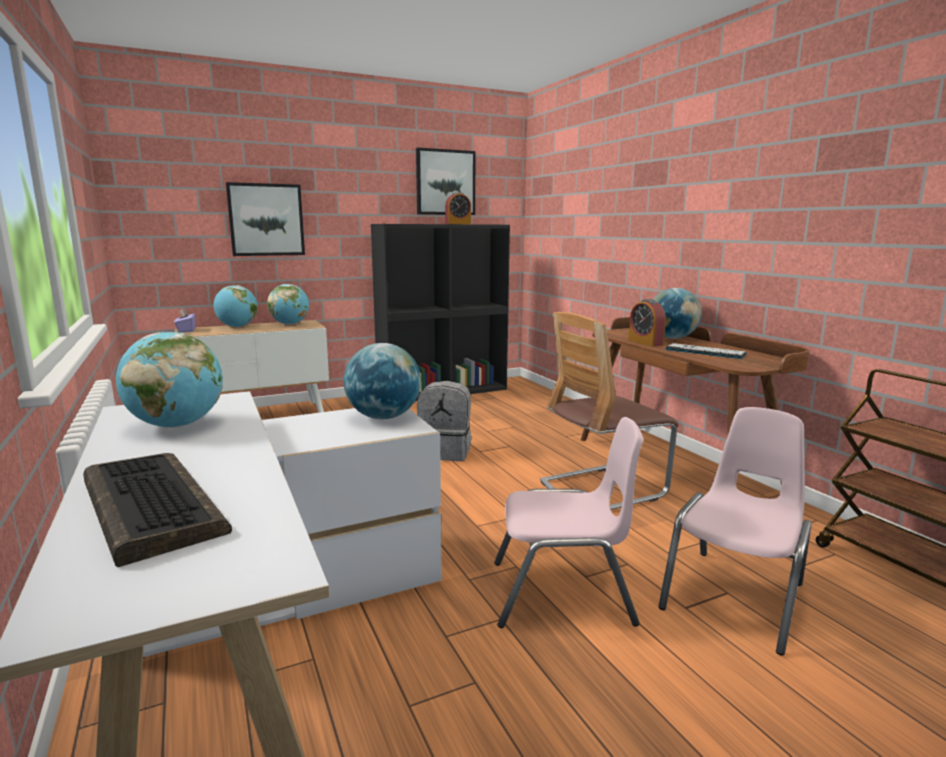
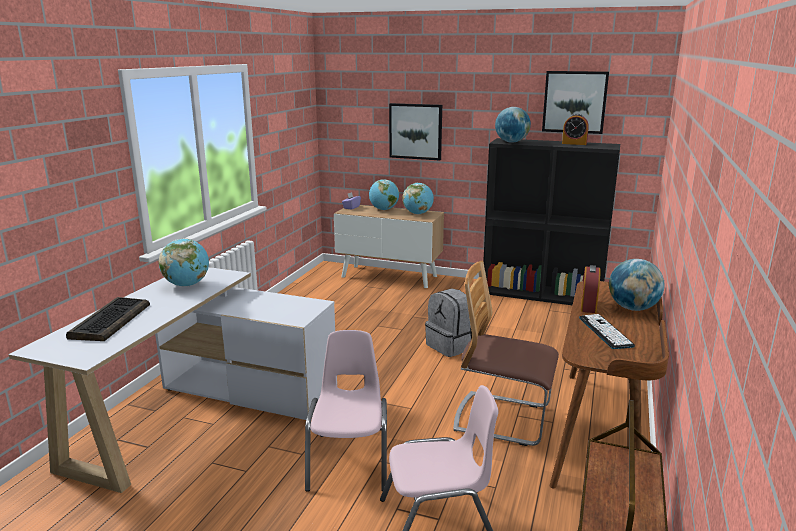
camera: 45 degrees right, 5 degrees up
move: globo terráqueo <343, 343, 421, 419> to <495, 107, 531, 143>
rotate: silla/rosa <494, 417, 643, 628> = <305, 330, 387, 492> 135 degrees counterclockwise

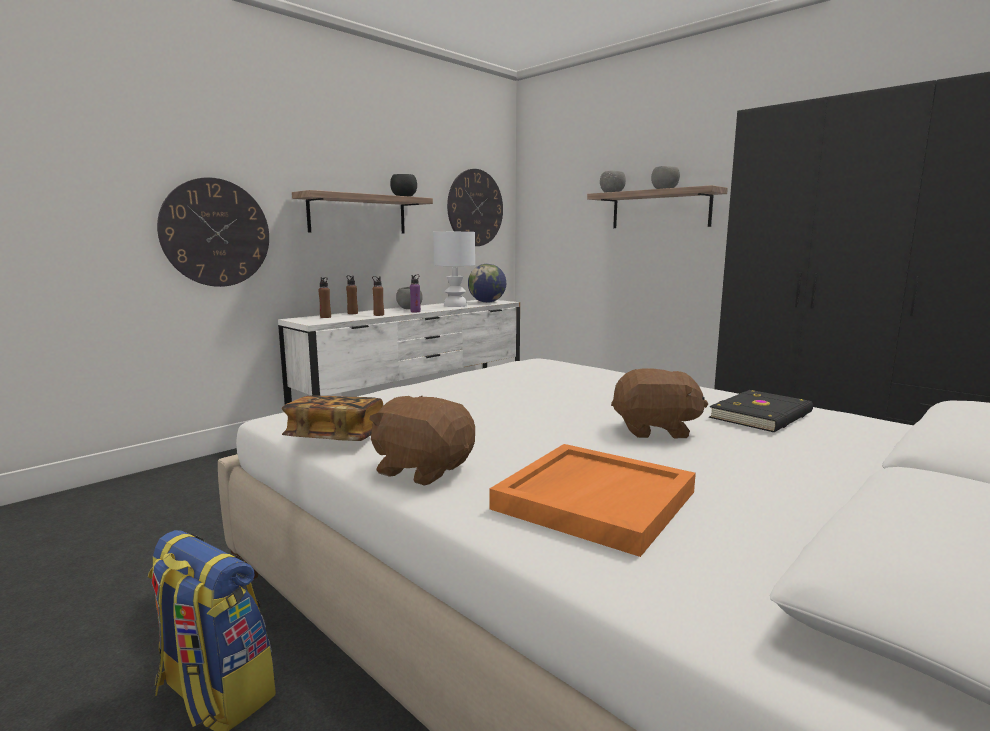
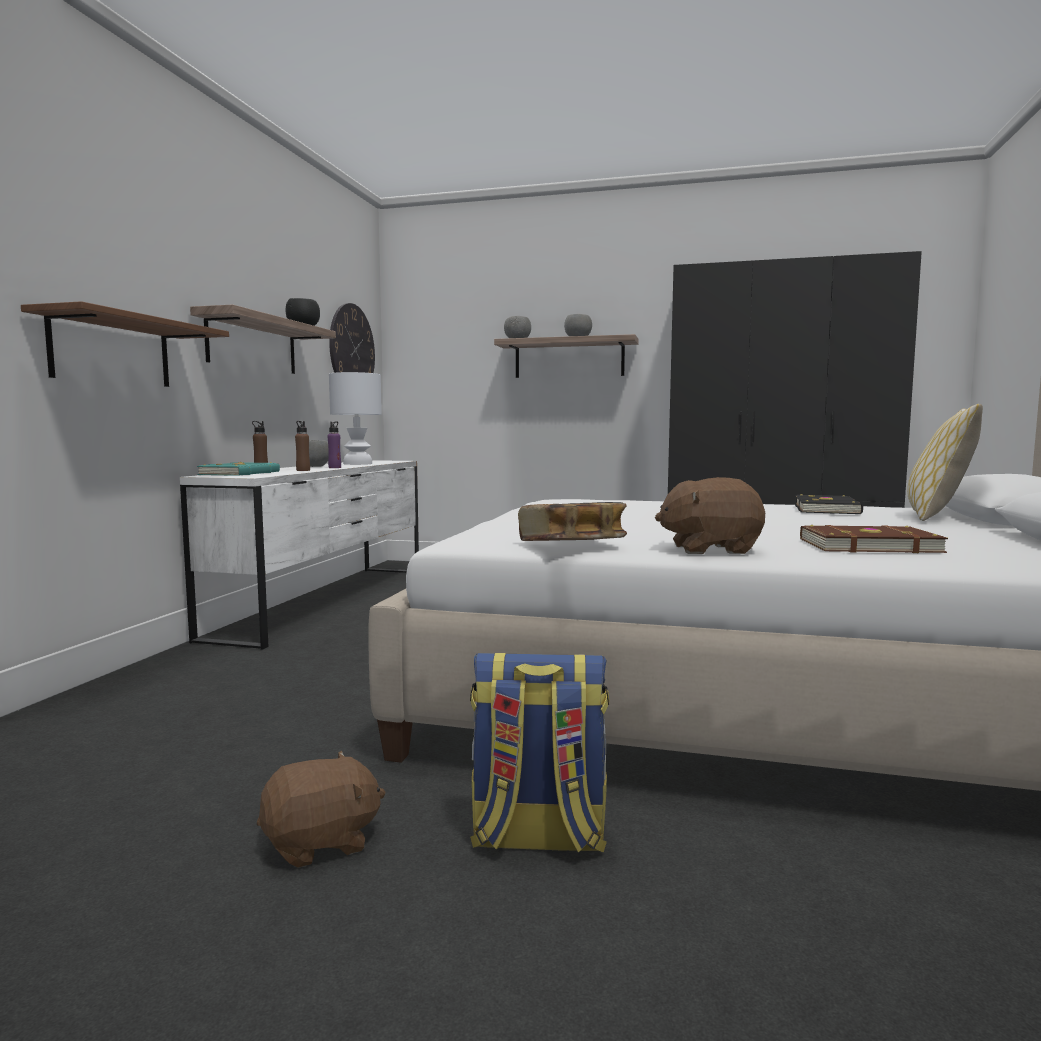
camera: 30 degrees left, 5 degrees down
delete: globo terráqueo <468, 264, 506, 303>
insert: cojín <907, 404, 983, 521>
move: peluche/marrón <611, 368, 708, 438> to <257, 751, 386, 868>
replace: reloj de pared <157, 177, 269, 287> to estante <21, 301, 229, 387>; botella/marrón <318, 277, 331, 318> to libro/turquesa <197, 462, 280, 476>; bandeja/naranja <489, 444, 696, 557> to libro/marrón <800, 525, 948, 553>

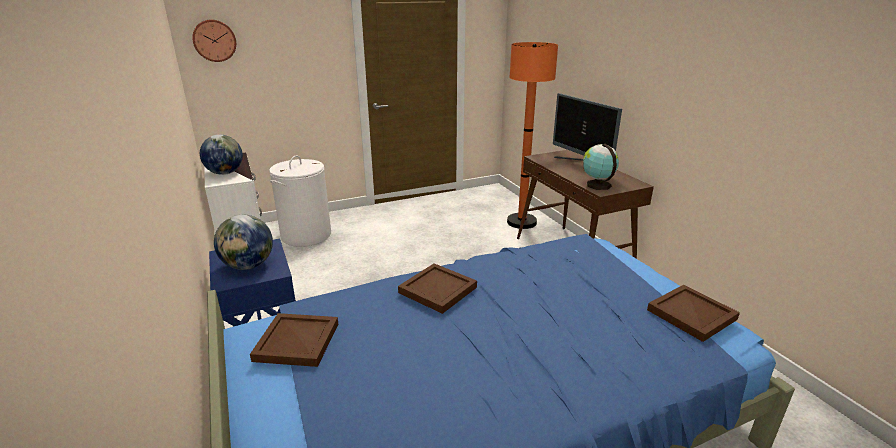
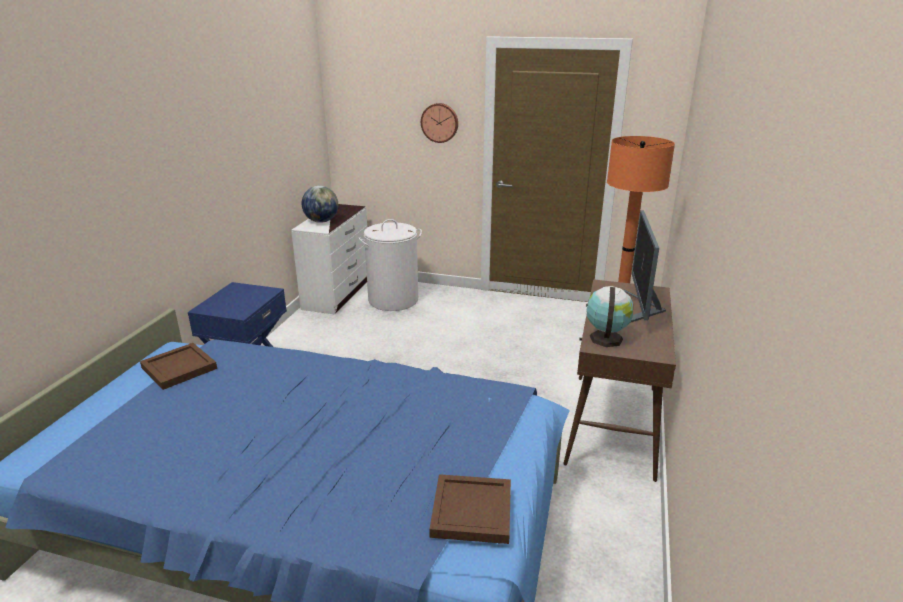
camera: 40 degrees right, 0 degrees up
delete: globo terráqueo <214, 215, 273, 270>; bandeja/marrón <398, 264, 477, 314>
move: reloj de pared <192, 19, 236, 62> to <421, 103, 458, 143>

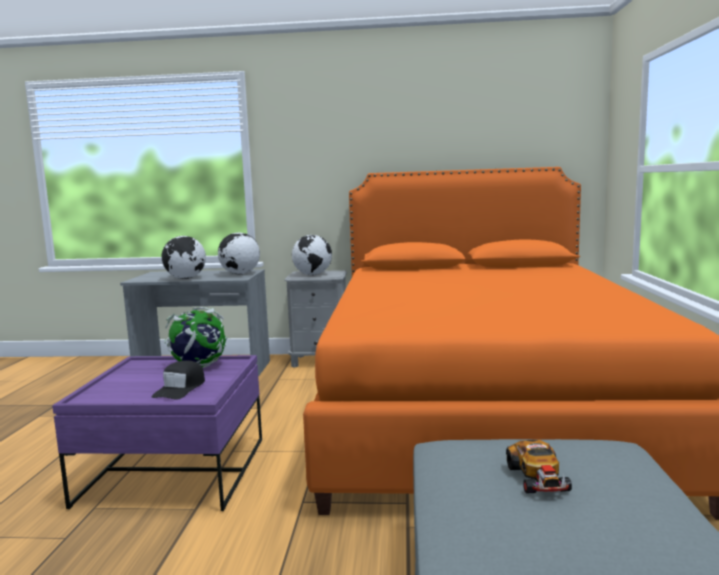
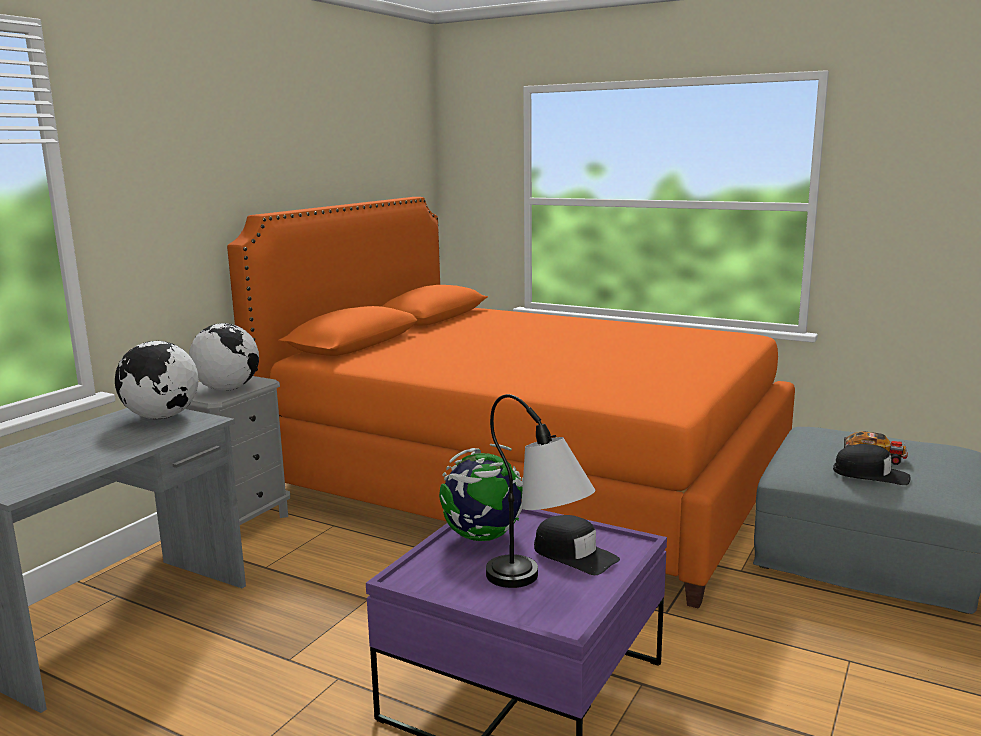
camera: 65 degrees left, 5 degrees up
delete: globo terráqueo <161, 236, 206, 279>
insert: lámpara de mesa <486, 394, 595, 588>; gorra/negro <833, 444, 910, 485>

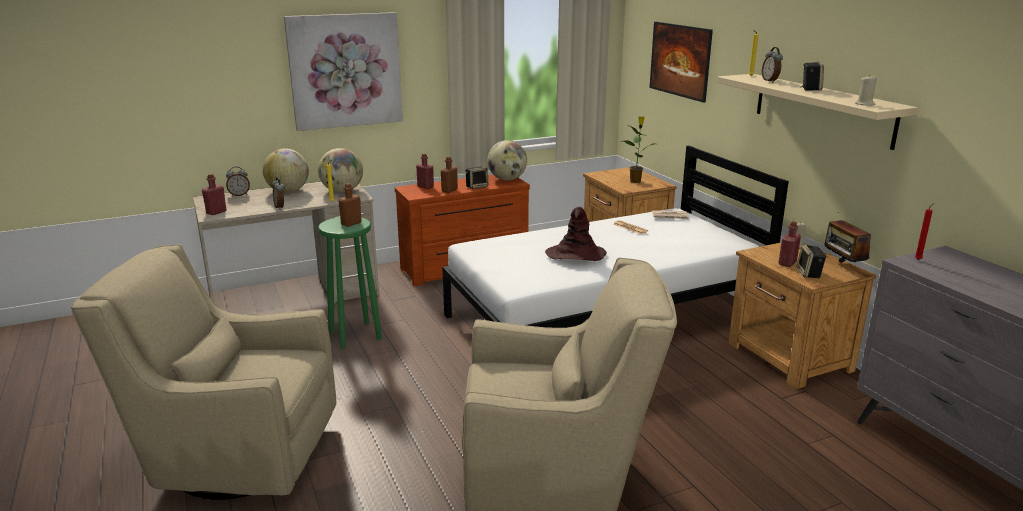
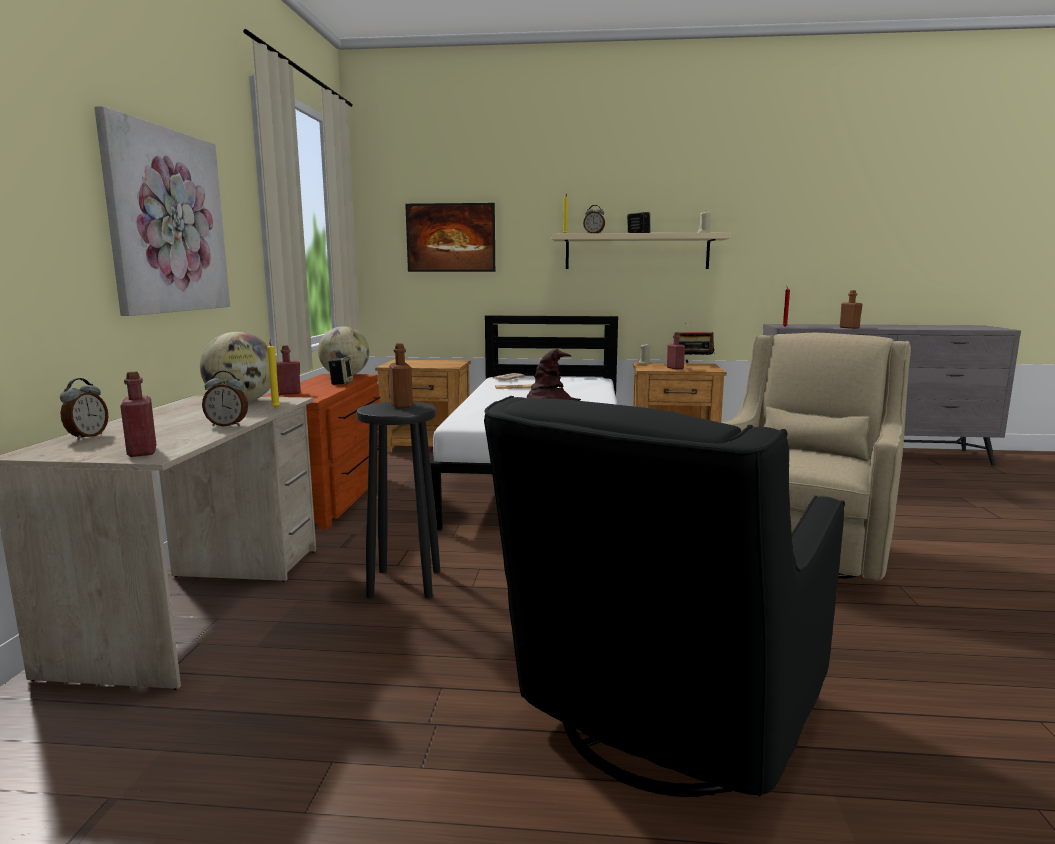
camera: 60 degrees left, 10 degrees down
delete: globo terráqueo <263, 148, 309, 193>; planta en maceta <621, 116, 656, 183>; altavoz <796, 245, 826, 278>
move: botella/marrón <441, 157, 458, 193> to <840, 290, 863, 329>
recolor: taburete/verde <318, 217, 382, 349> to taburete/negro <356, 402, 440, 598>; sillón/beis <71, 244, 336, 500> to sillón/negro <484, 396, 845, 797>

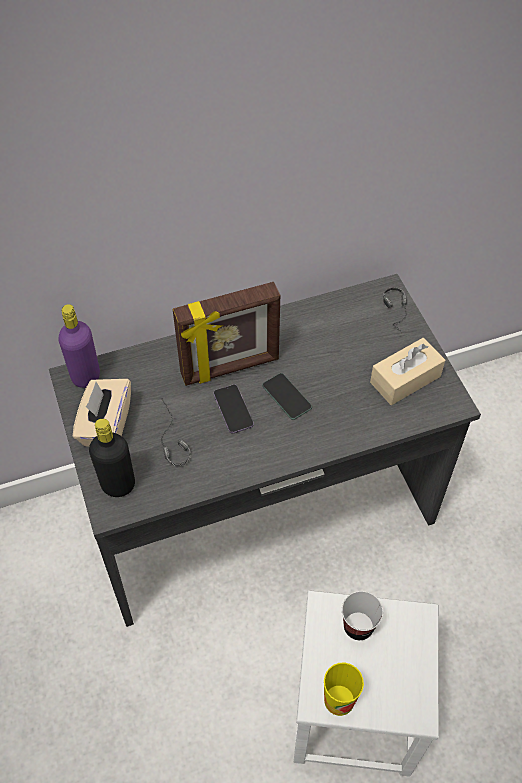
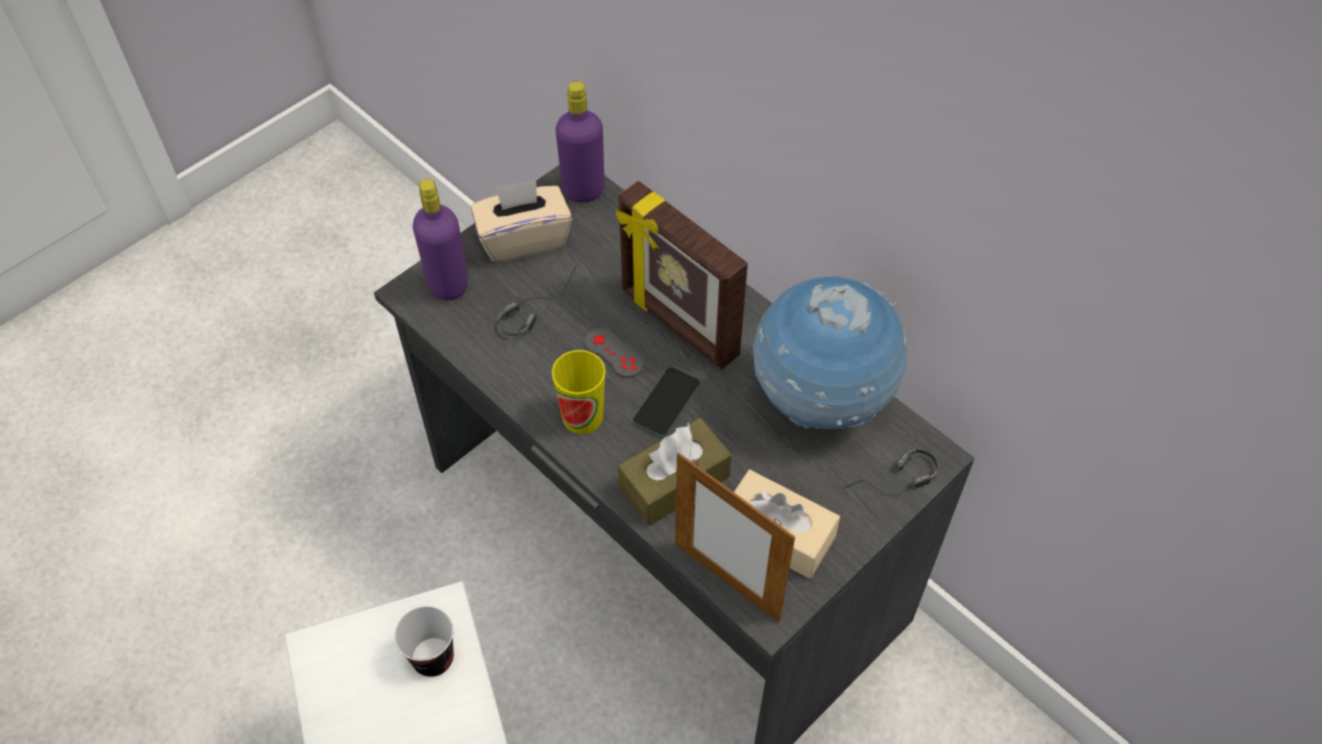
camera: 65 degrees right, 0 degrees up
insert: caja de pañuelos/marrón <618, 418, 732, 526>; portarretratos <675, 452, 795, 623>; globo terráqueo <753, 276, 907, 429>
move: taza <324, 662, 364, 716> to <552, 350, 606, 434>
replace: móvil <213, 385, 254, 433> to mando de consola/gris <584, 328, 644, 378>
recolor: botella/negro <89, 419, 135, 497> to botella/morado <413, 179, 468, 300>

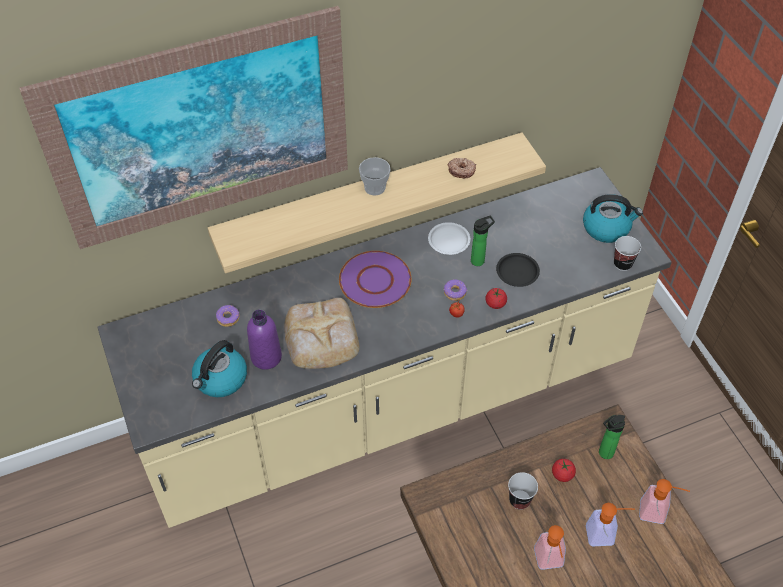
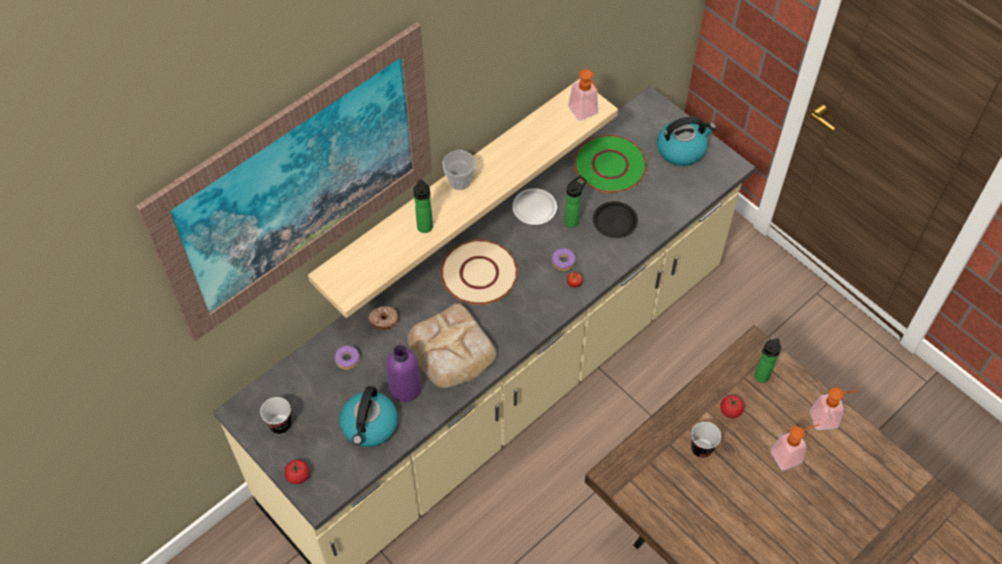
camera: 20 degrees left, 5 degrees up
insert: botella <413, 179, 433, 233>; plato/verde <574, 135, 647, 193>
move: taza <614, 236, 641, 271> to <260, 397, 291, 434>; tomate <485, 288, 507, 309> to <284, 459, 309, 484>; rosquilla <448, 158, 476, 178> to <368, 307, 399, 330>; dispensador de jabón <534, 525, 566, 570> to <568, 69, 598, 121>
recolor: plato/morado <339, 251, 412, 308> to plato/beis <441, 240, 518, 305>

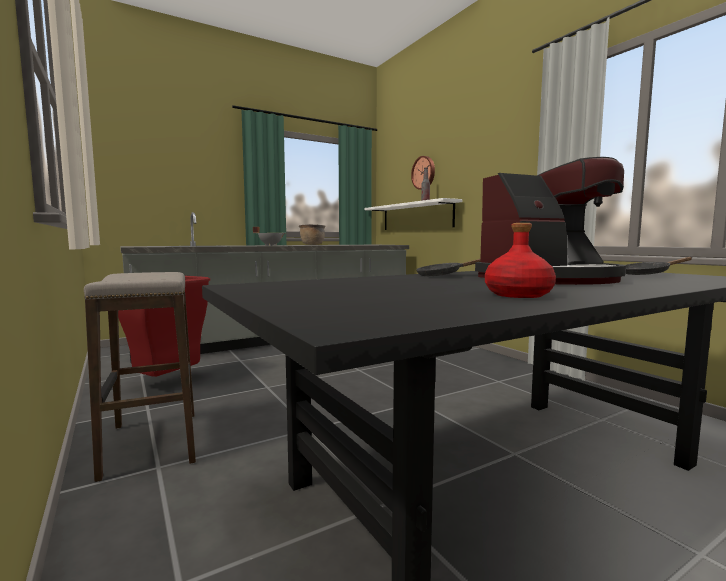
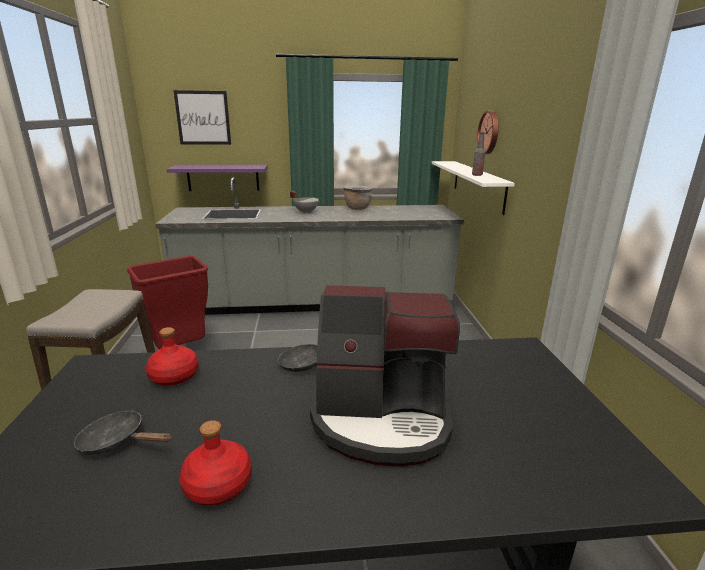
camera: 25 degrees right, 15 degrees up
insert: botella/rojo <146, 327, 199, 386>; estante/morado <167, 165, 268, 191>; cuadro <174, 90, 231, 145>
move: sartén/negro <626, 257, 692, 275> to <74, 410, 172, 455>

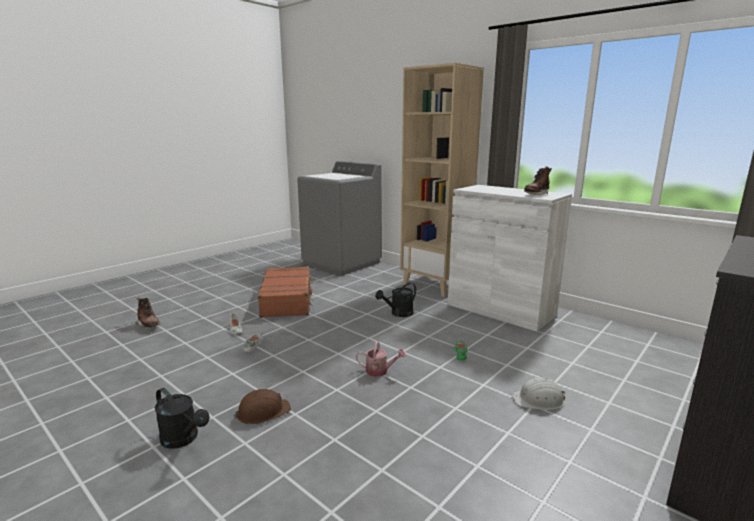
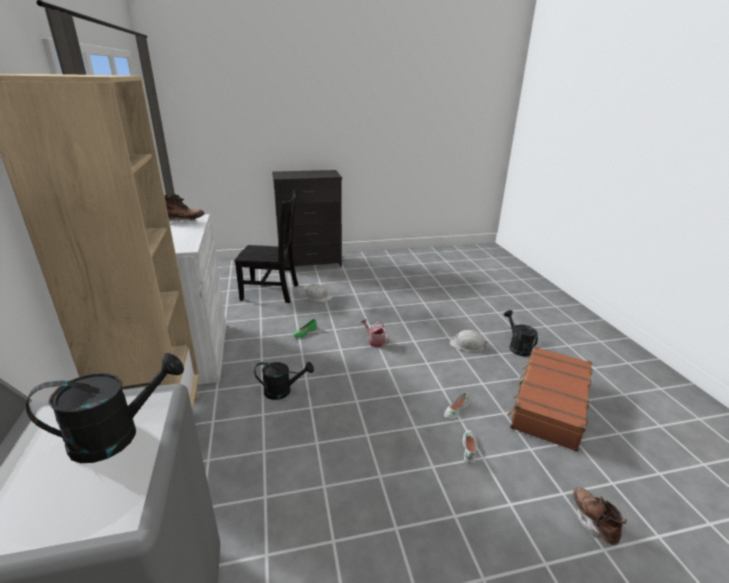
camera: 145 degrees left, 10 degrees up
insert: regadera/negro <26, 353, 184, 463>; silla/negro <234, 190, 298, 303>
move: maleta/marrón <258, 266, 313, 318> to <508, 346, 593, 452>
recolor: casco/marrón <233, 389, 291, 424> to casco/blanco <450, 330, 488, 352>

